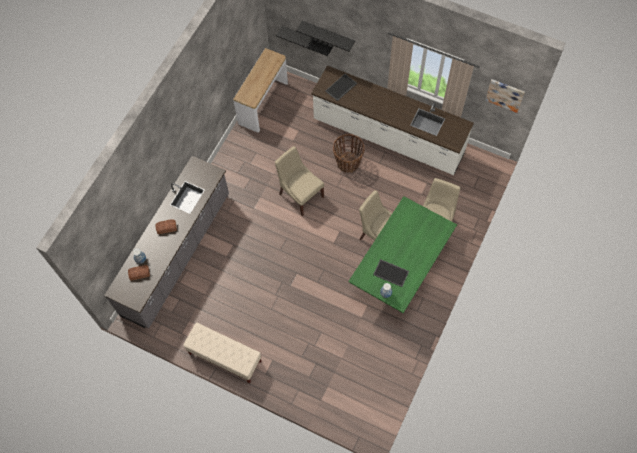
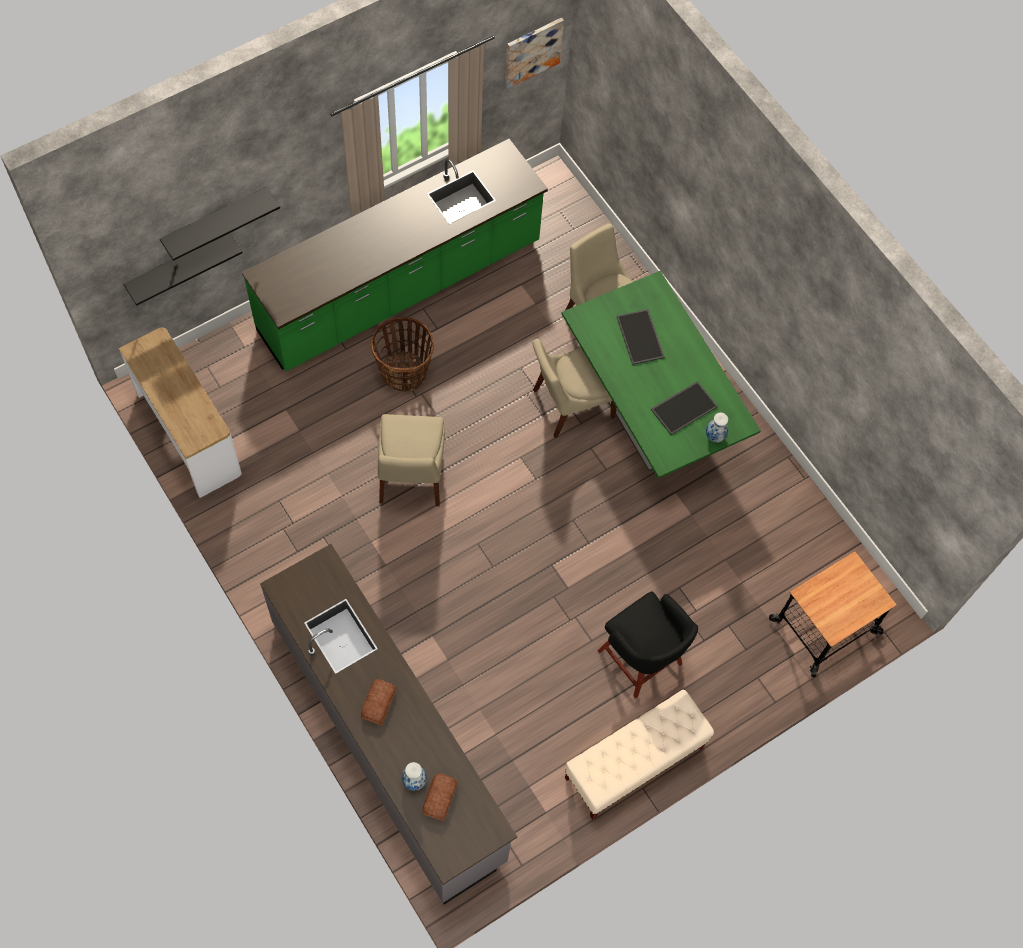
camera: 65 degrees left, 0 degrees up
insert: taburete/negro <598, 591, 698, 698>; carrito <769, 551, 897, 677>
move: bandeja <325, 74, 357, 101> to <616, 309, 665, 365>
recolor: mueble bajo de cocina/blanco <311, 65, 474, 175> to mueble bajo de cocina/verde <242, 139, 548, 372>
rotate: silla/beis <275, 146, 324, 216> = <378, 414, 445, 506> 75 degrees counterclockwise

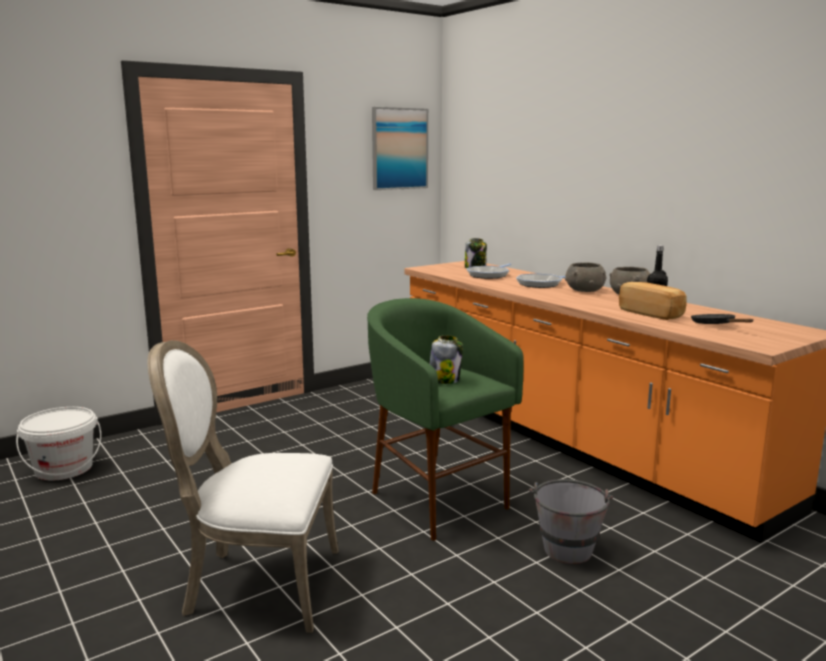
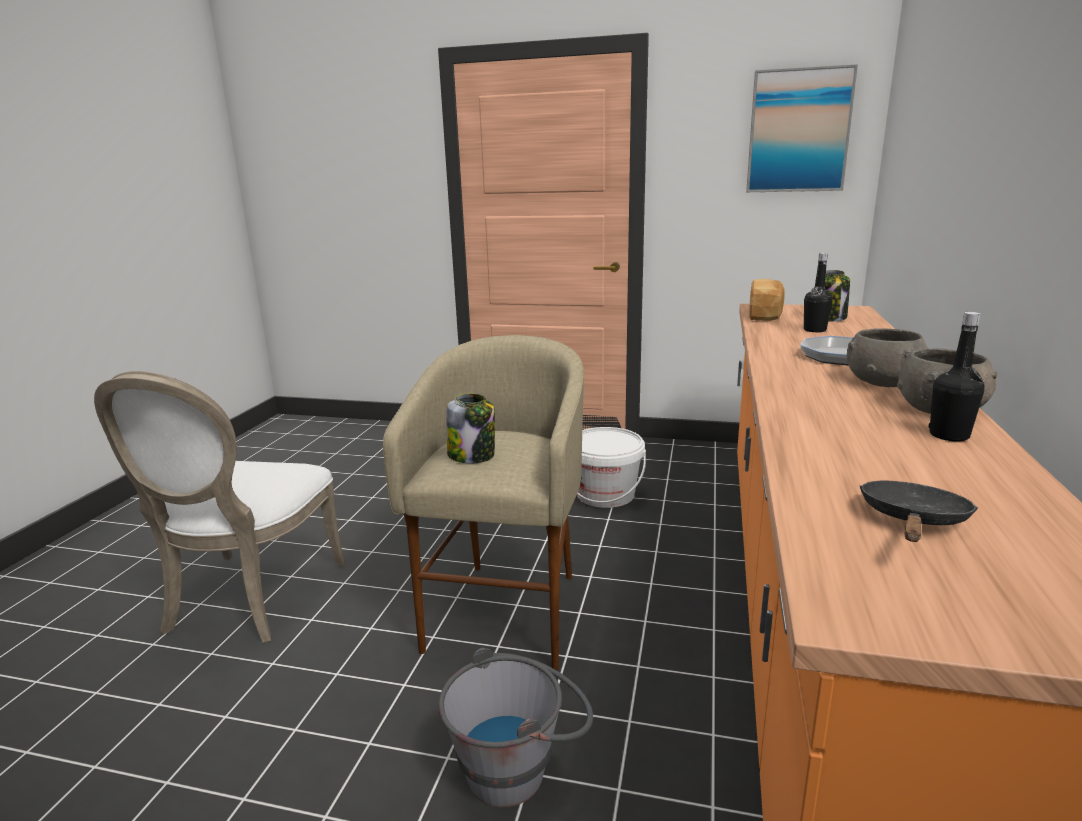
camera: 50 degrees right, 5 degrees up
move: cubo/blanco <16, 407, 101, 481> to <577, 427, 646, 508>; pan <619, 282, 687, 320> to <749, 279, 785, 321>
replace: sartén <466, 263, 511, 279> to botella/negro <804, 253, 833, 332>
recolor: taburete/verde <367, 298, 524, 541> to taburete/beis <383, 335, 584, 670>
rotate: silla/blanco <147, 340, 339, 633> = <94, 371, 346, 643> 135 degrees counterclockwise

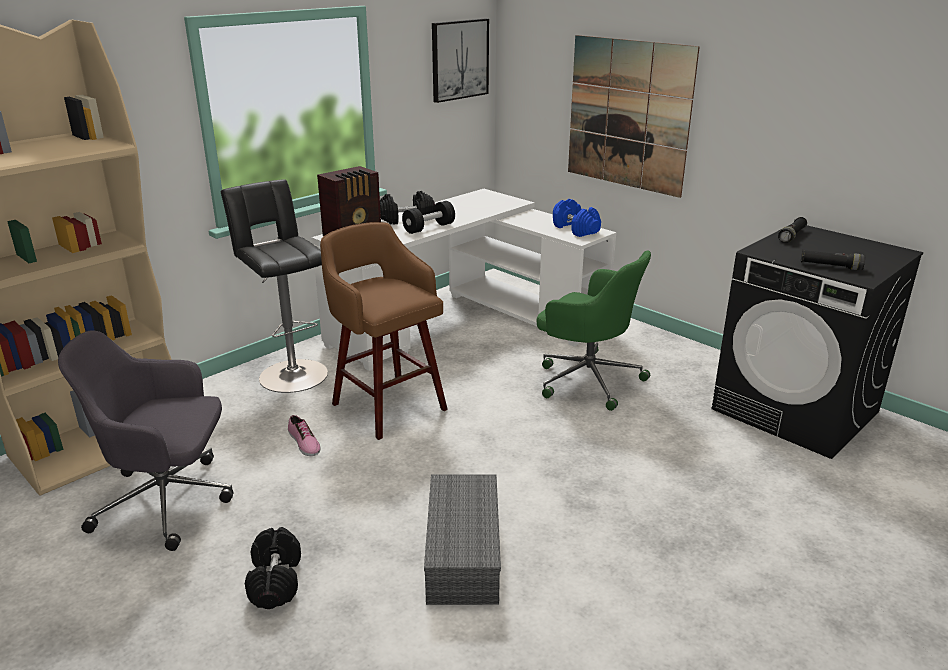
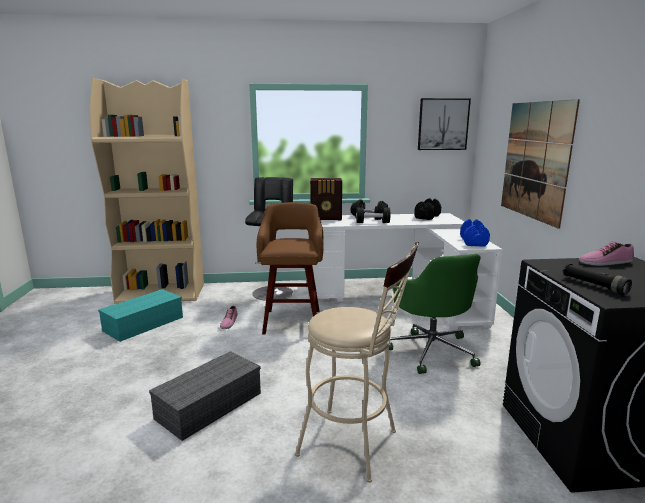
camera: 40 degrees right, 10 degrees down
insert: taburete/beis <295, 242, 419, 482>
move: mancuerna/negro <245, 527, 301, 609> to <414, 198, 441, 220>
replace: silla de oficina/gris <58, 330, 234, 551> to caja de almacenaje/turquesa <98, 289, 183, 342>; linterna/negro <778, 217, 807, 243> to zapato <579, 242, 634, 266>

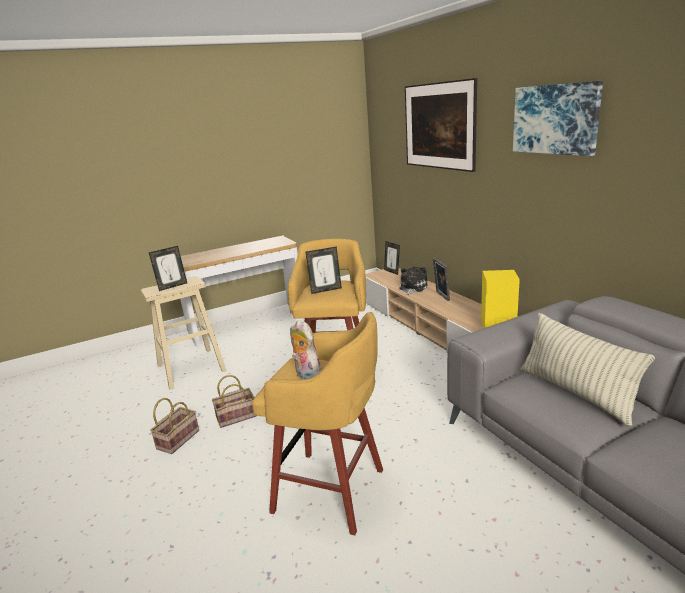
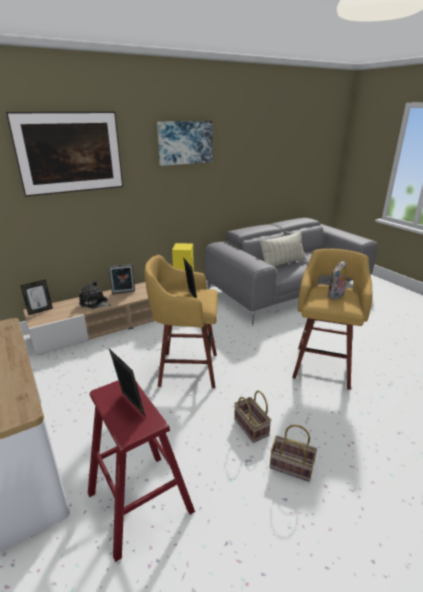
camera: 95 degrees left, 5 degrees up
recolor: taburete/beis <141, 276, 227, 390> to taburete/rojo <88, 380, 195, 562>

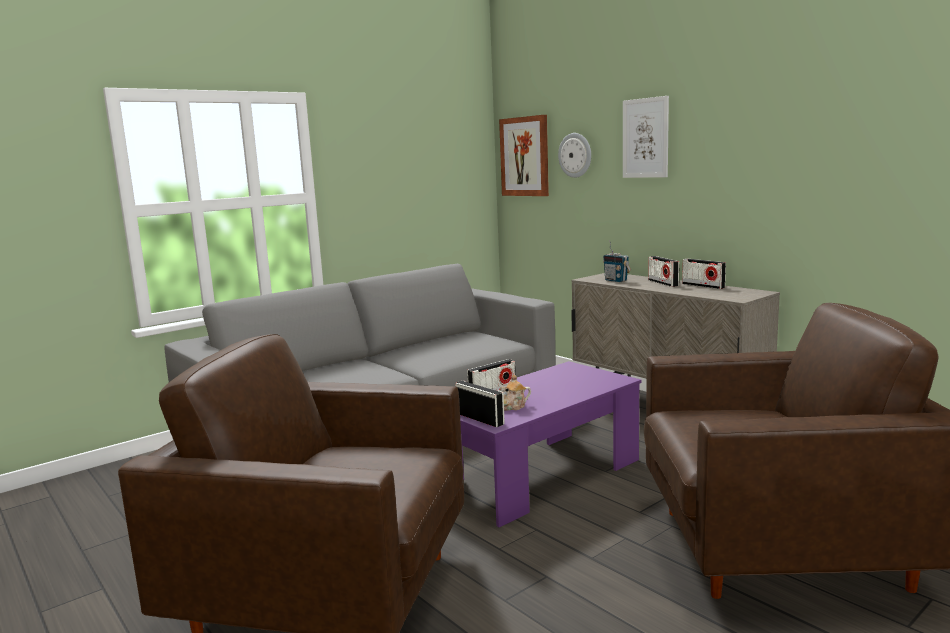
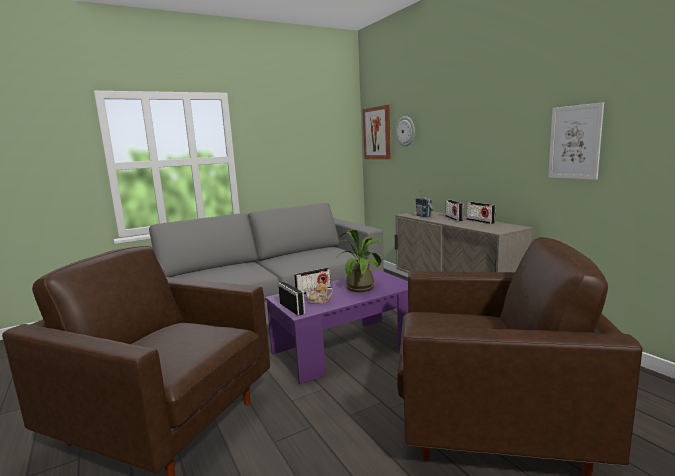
camera: 10 degrees right, 0 degrees up
insert: planta en maceta <336, 230, 383, 292>
move: cuadro <623, 96, 669, 178> to <548, 102, 604, 180>

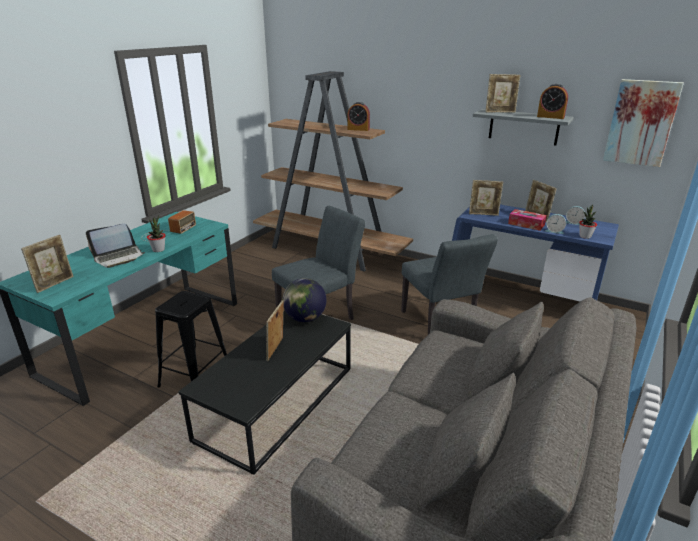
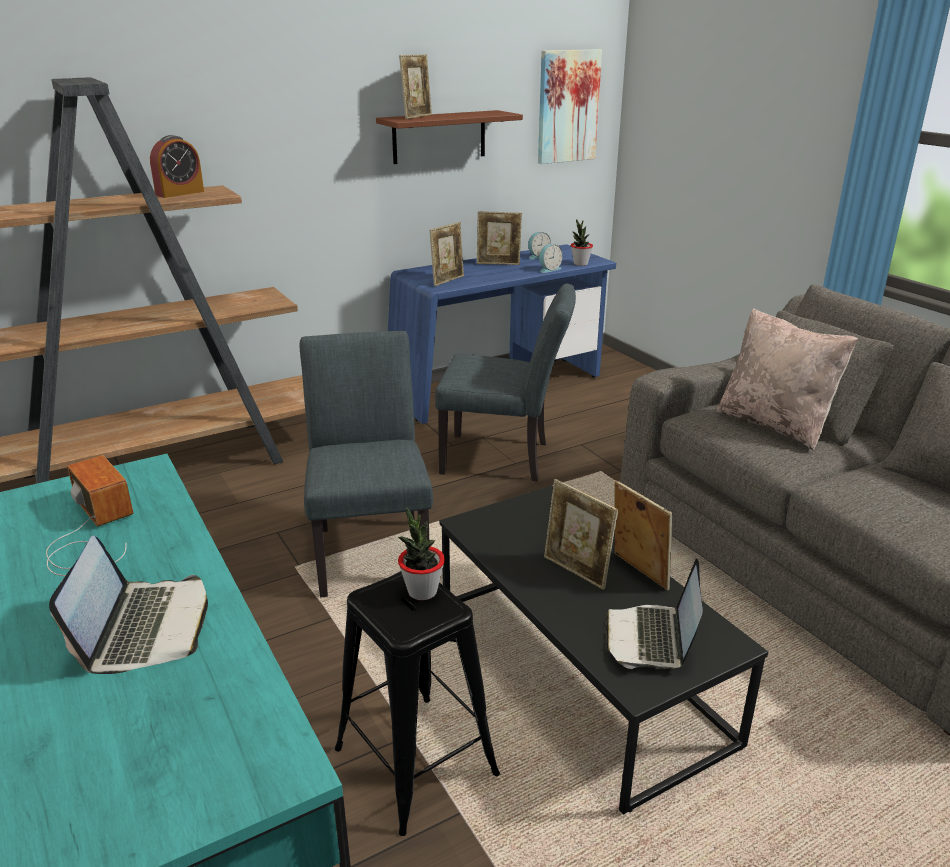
camera: 60 degrees left, 0 degrees up
delete: globo terráqueo <283, 278, 326, 322>; caja de pañuelos <508, 209, 547, 231>; despertador <537, 84, 568, 119>
insert: portátil <605, 558, 703, 669>; cojín/beis <716, 308, 858, 451>
move: planta en maceta <147, 215, 166, 252> to <398, 507, 445, 600>; portarretratos <21, 235, 74, 293> to <614, 480, 672, 591>
recolor: estante/gris <473, 109, 574, 146> to estante/marrón <376, 110, 523, 164>

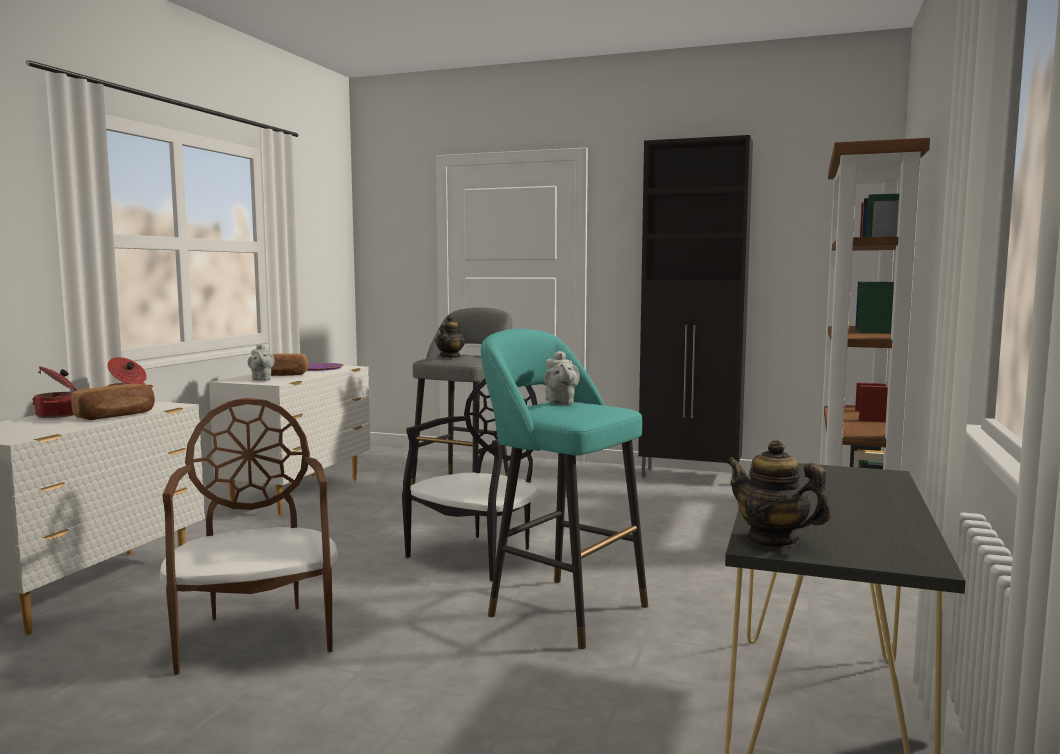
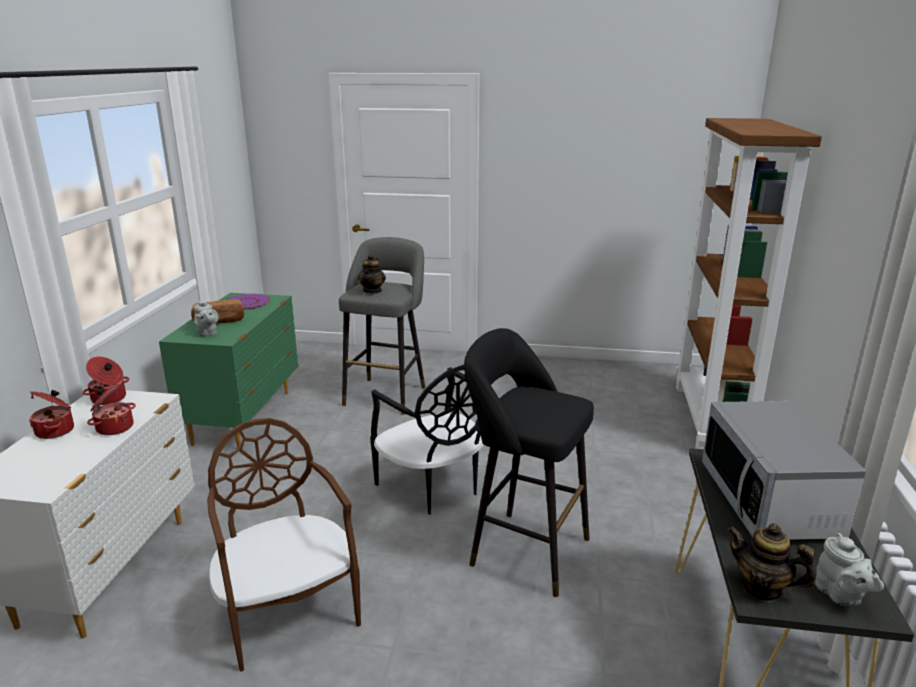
camera: 10 degrees left, 15 degrees up
delete: armario/negro <638, 135, 753, 478>
insert: microondas <702, 401, 866, 540>
move: tetera/gris <544, 351, 580, 405> to <815, 533, 884, 606>
replace: pan <71, 384, 155, 420> to olla <87, 383, 136, 435>
recolor: cómoda/blanco <209, 365, 371, 515> to cómoda/verde <159, 293, 298, 449>; taburete/turquesa <481, 329, 648, 649> to taburete/negro <464, 328, 594, 597>
rotate: silla/negro <402, 379, 538, 581> = <370, 365, 483, 515> 120 degrees clockwise

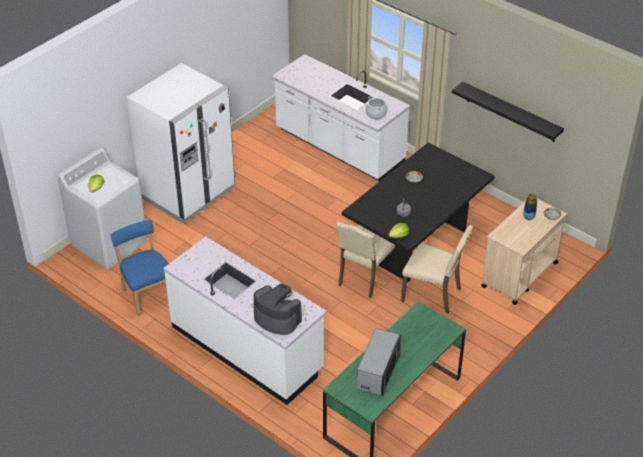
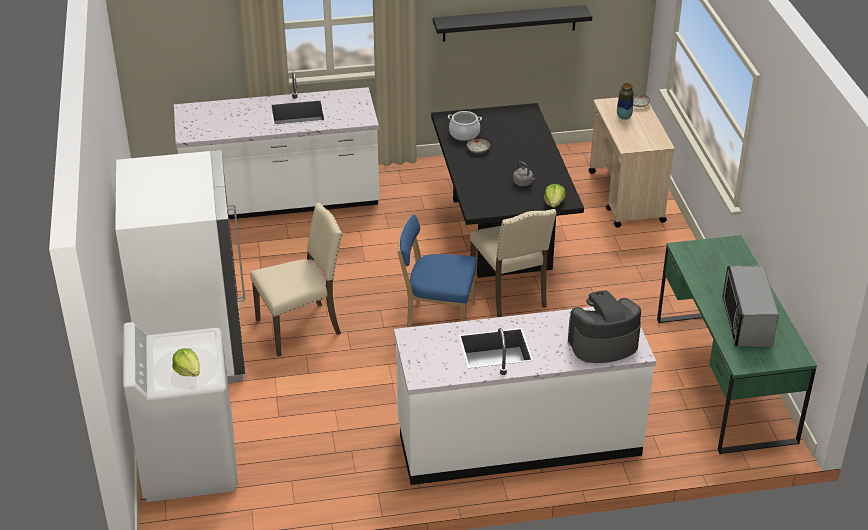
camera: 50 degrees left, 5 degrees down
move: silla/beis <401, 225, 473, 314> to <250, 203, 343, 357>; silla/azul <110, 220, 169, 315> to <397, 214, 477, 327>; olla <365, 96, 388, 119> to <448, 111, 482, 141>
rotate: microondas <357, 328, 402, 395> = <722, 266, 779, 347> 150 degrees counterclockwise

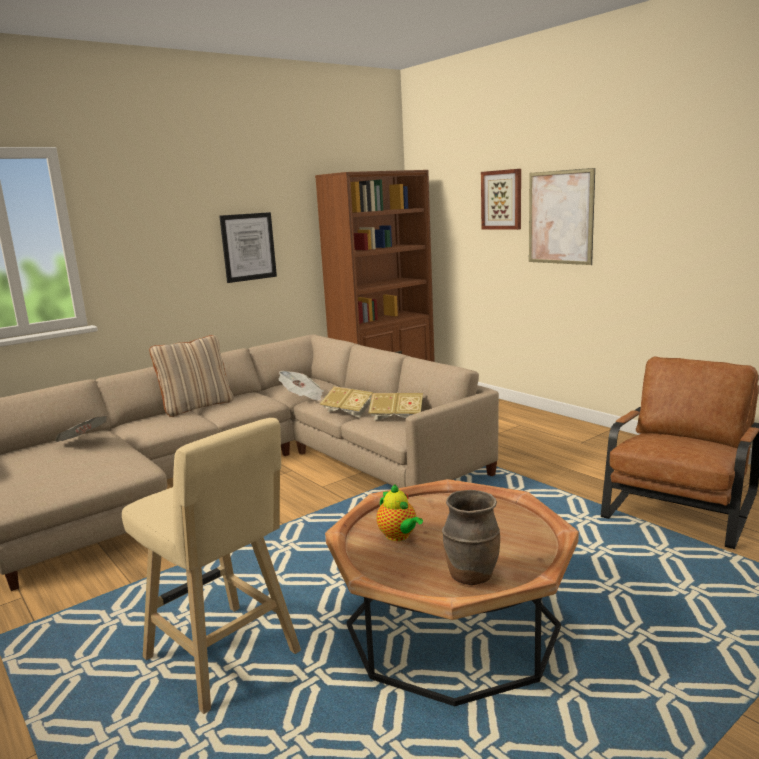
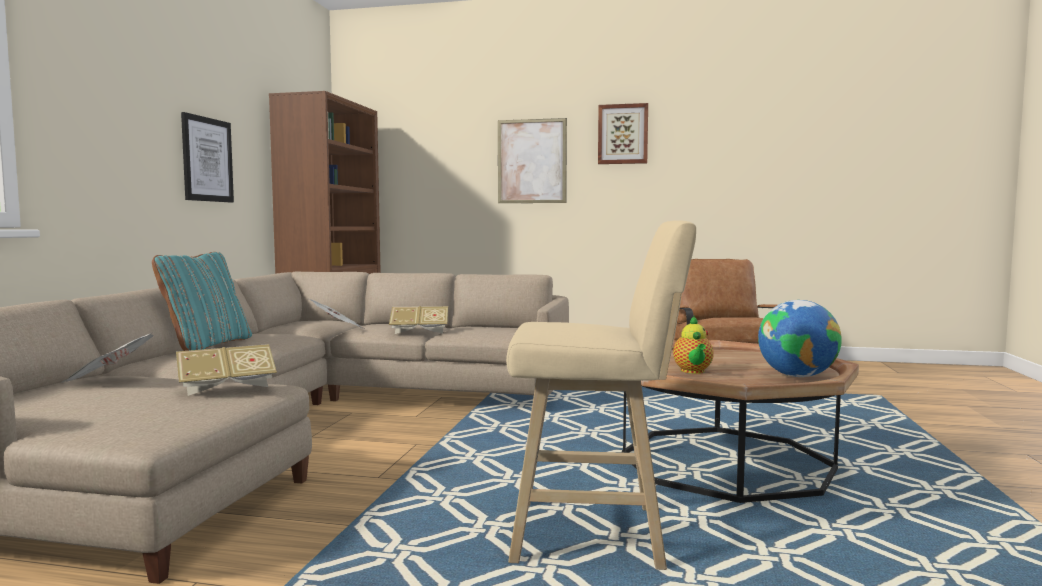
camera: 40 degrees left, 10 degrees down
move: libro <368, 393, 423, 421> to <176, 344, 277, 396>; cuadro <481, 169, 521, 230> to <598, 103, 648, 164>
replace: florero/marrón <442, 490, 500, 585> to globo terráqueo <758, 300, 842, 377>
recolor: cojín/beis <149, 335, 233, 417> to cojín/turquesa <152, 252, 252, 351>
rotate: tetera <376, 484, 423, 541> = <673, 316, 714, 374> 75 degrees clockwise

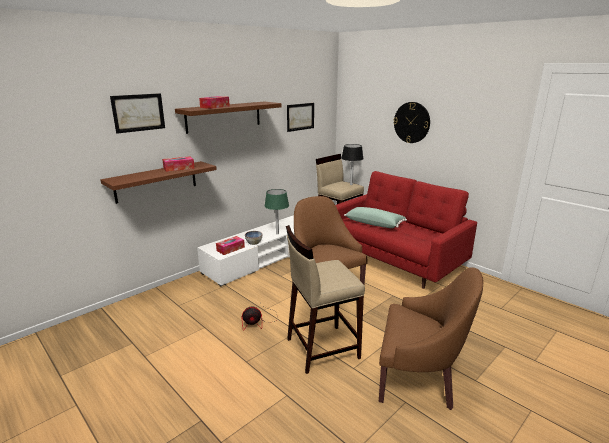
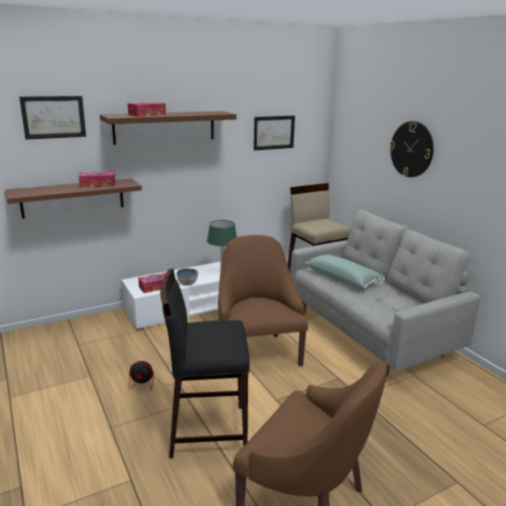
camera: 15 degrees right, 0 degrees up
delete: lámpara de mesa/negro <341, 144, 364, 185>
recolor: taburete/beis <286, 225, 365, 374> to taburete/negro <160, 268, 250, 458>; sofá/rojo <336, 171, 477, 289> to sofá/gris <291, 210, 481, 377>

